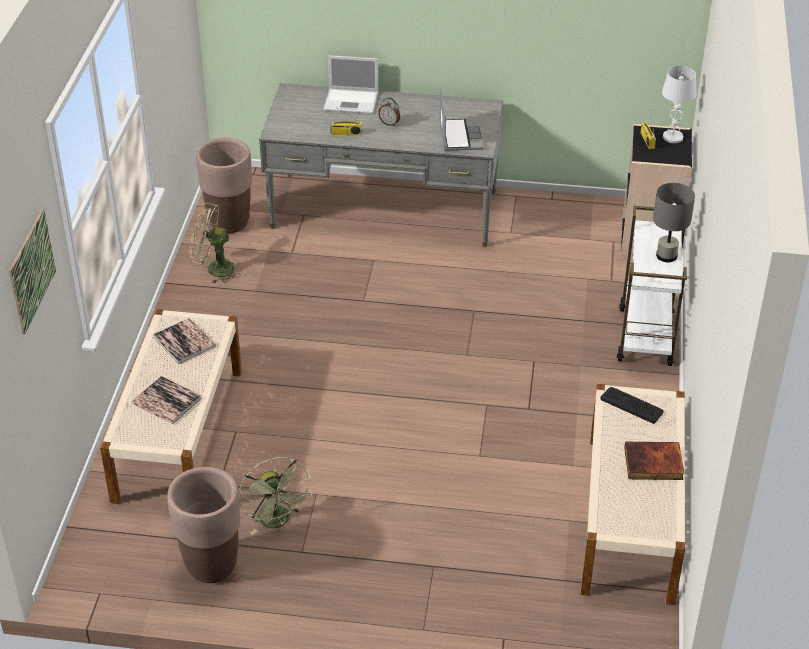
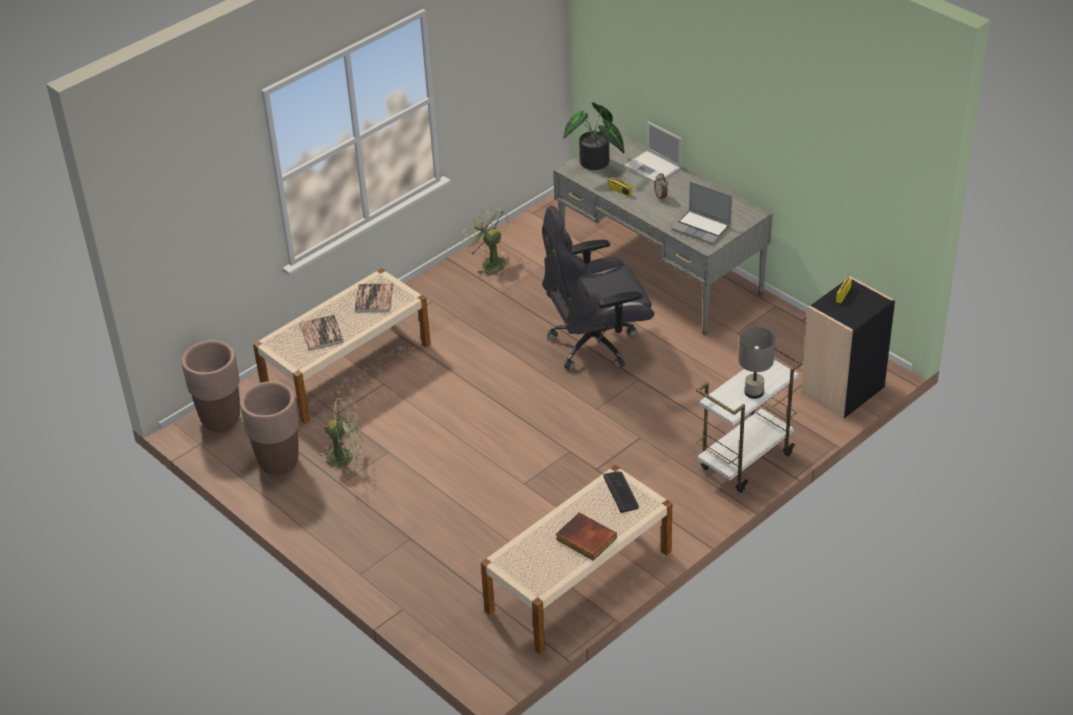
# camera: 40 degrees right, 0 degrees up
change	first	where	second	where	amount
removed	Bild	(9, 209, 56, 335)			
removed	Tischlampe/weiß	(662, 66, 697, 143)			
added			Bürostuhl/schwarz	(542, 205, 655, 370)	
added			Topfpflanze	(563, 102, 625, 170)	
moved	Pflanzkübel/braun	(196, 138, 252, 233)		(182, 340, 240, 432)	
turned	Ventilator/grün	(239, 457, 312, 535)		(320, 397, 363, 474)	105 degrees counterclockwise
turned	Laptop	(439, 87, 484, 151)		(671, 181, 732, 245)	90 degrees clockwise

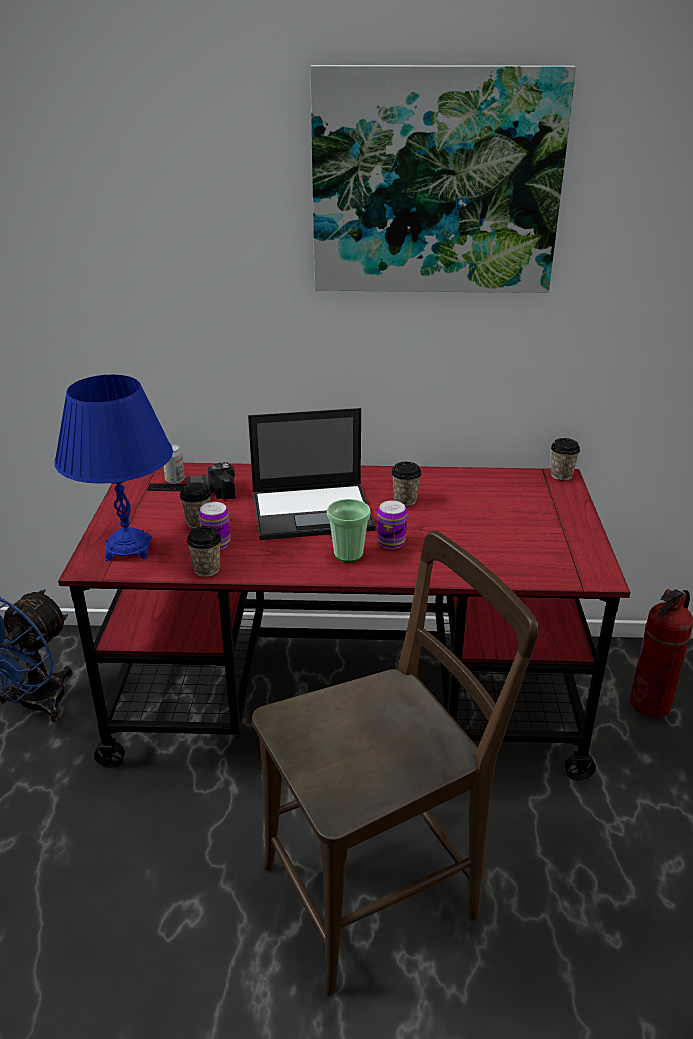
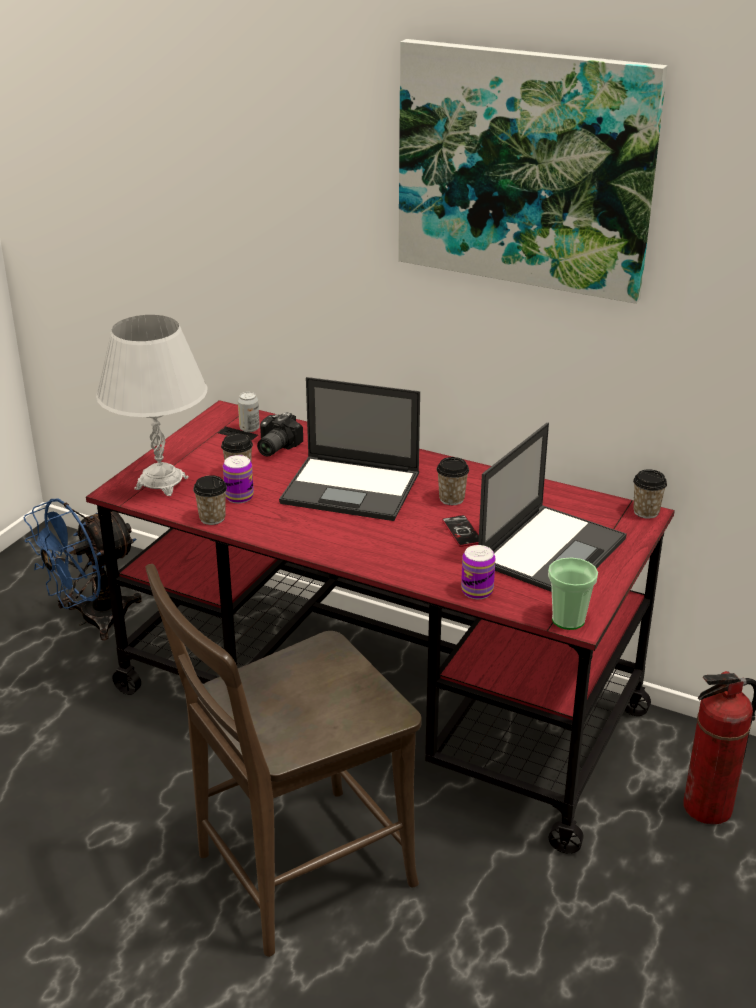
# camera: 25 degrees right, 0 degrees up
change	first	where	second	where	amount
added			Handy	(442, 515, 479, 547)	
added			Laptop	(478, 423, 627, 592)	
moved	Tasse	(327, 499, 371, 562)		(548, 557, 598, 630)	
moved	Dose	(377, 501, 407, 549)		(461, 545, 496, 599)	
recoloured	Tischlampe/blau	(54, 375, 173, 561)	Tischlampe/weiß	(96, 315, 208, 496)	
turned	Kamera	(186, 462, 236, 499)		(257, 412, 303, 457)	75 degrees counterclockwise
turned	Stuhl/braun	(252, 531, 539, 995)		(146, 564, 422, 957)	150 degrees clockwise

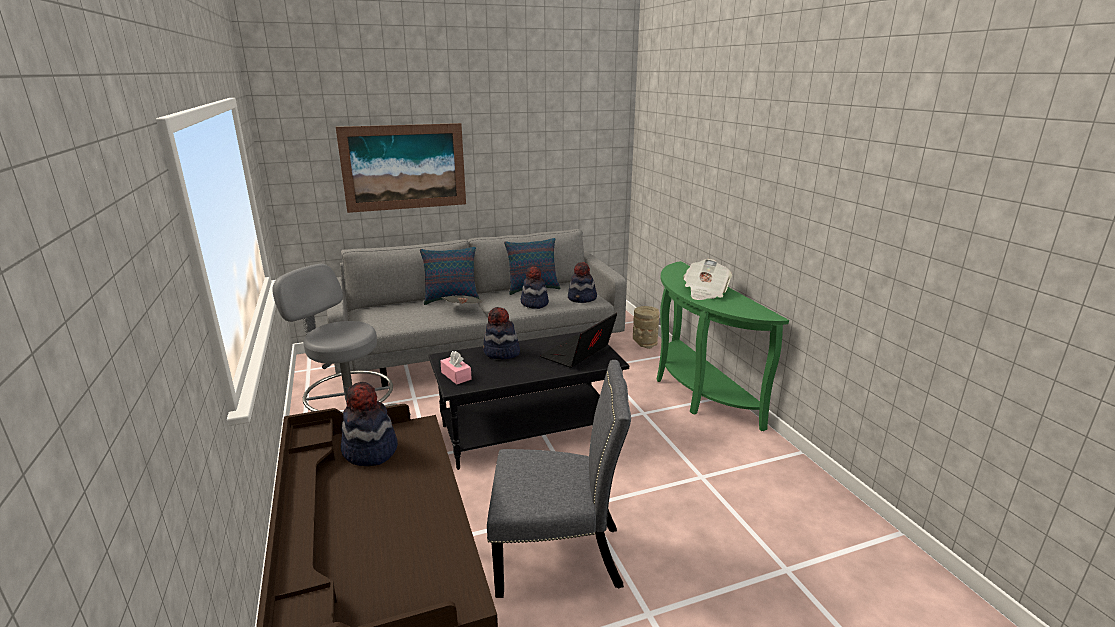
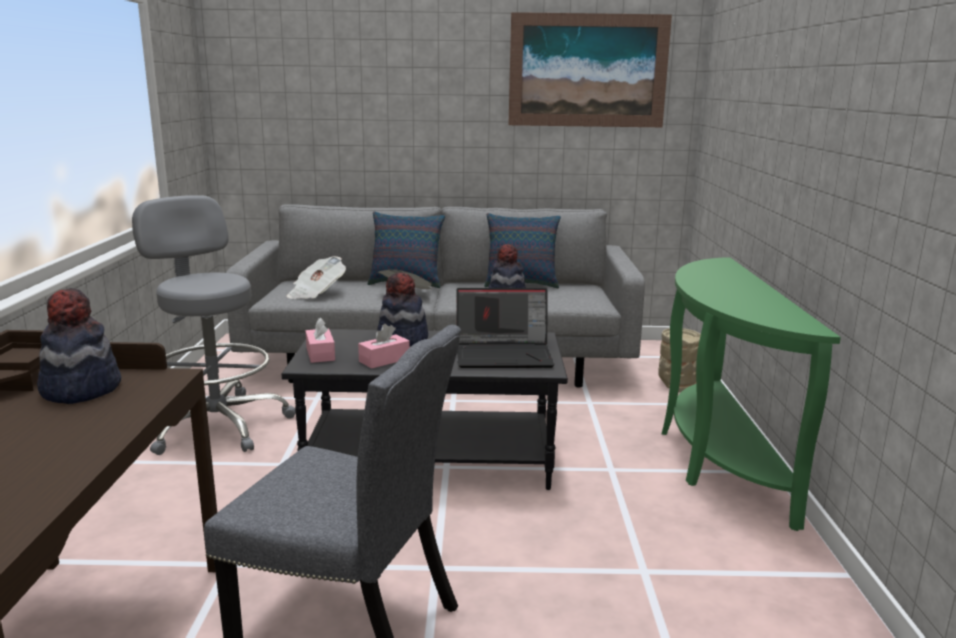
# camera: 20 degrees right, 5 degrees down
change	first	where	second	where	amount
removed	Hut	(568, 262, 597, 303)			
added			Taschentuchbox/rosa	(358, 324, 410, 368)	
moved	Bild	(336, 123, 466, 213)		(509, 12, 672, 127)	
moved	Zeitung	(683, 259, 732, 300)		(287, 256, 346, 299)	
turned	Laptop	(540, 313, 617, 368)		(456, 288, 554, 368)	150 degrees counterclockwise

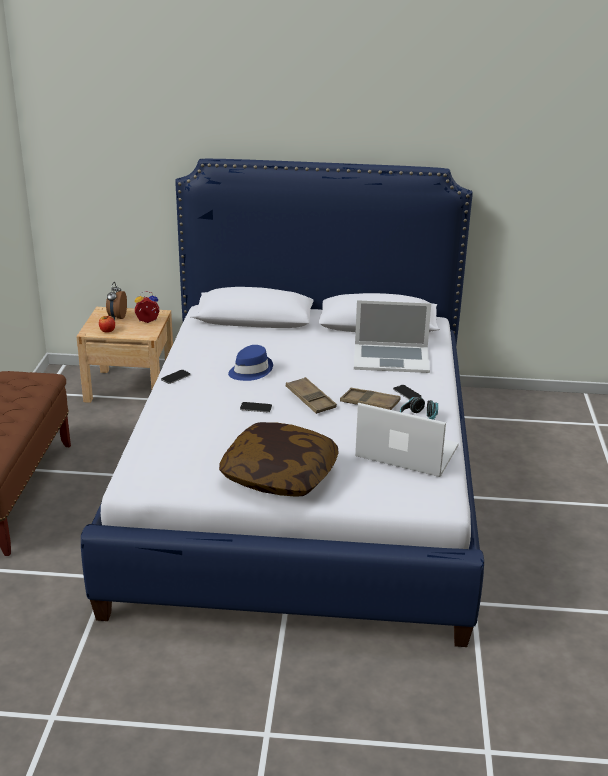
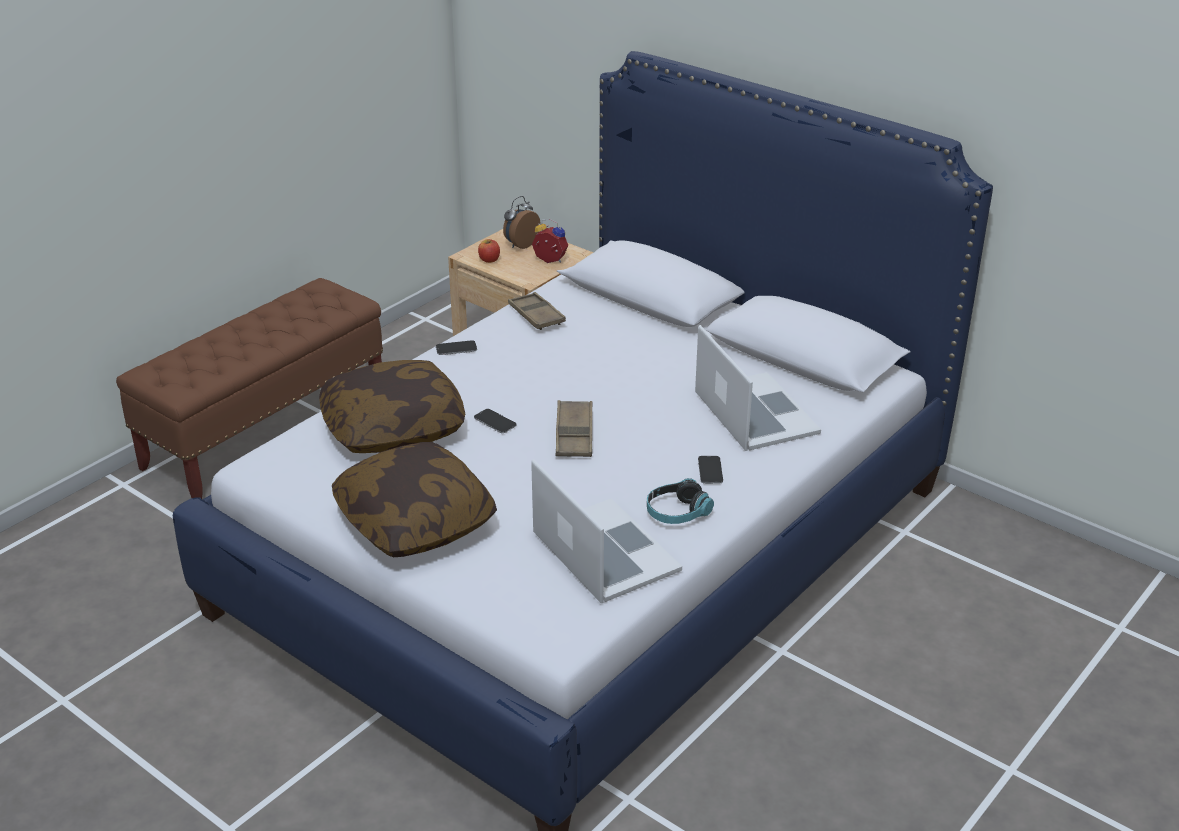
# camera: 35 degrees right, 5 degrees up
change	first	where	second	where	amount
removed	Hut/blau	(228, 345, 273, 381)			
added			Kissen	(319, 360, 465, 453)	
moved	Tablett/braun	(340, 388, 401, 410)		(508, 292, 566, 330)	
turned	Laptop	(354, 300, 431, 373)		(695, 325, 821, 451)	150 degrees counterclockwise

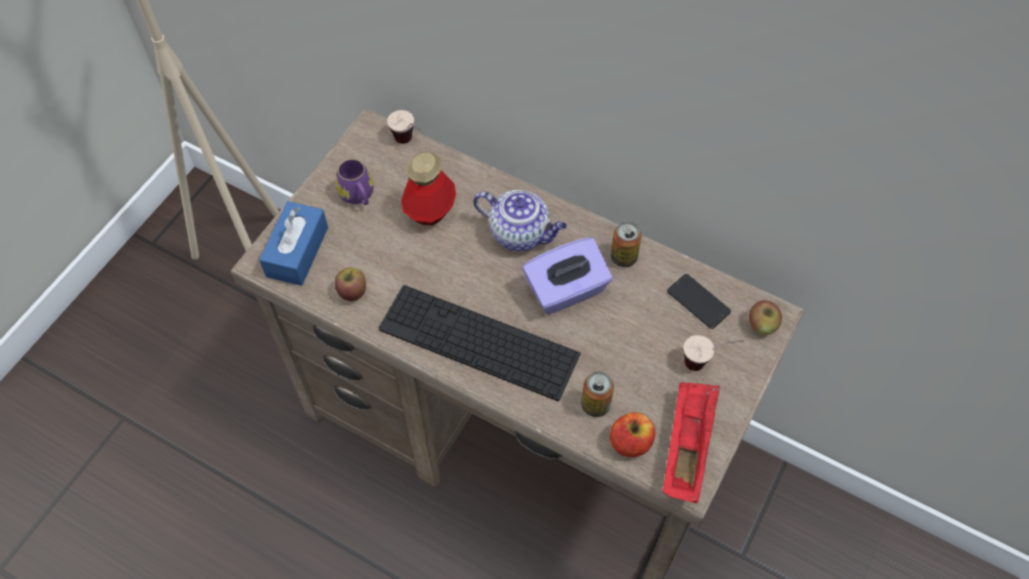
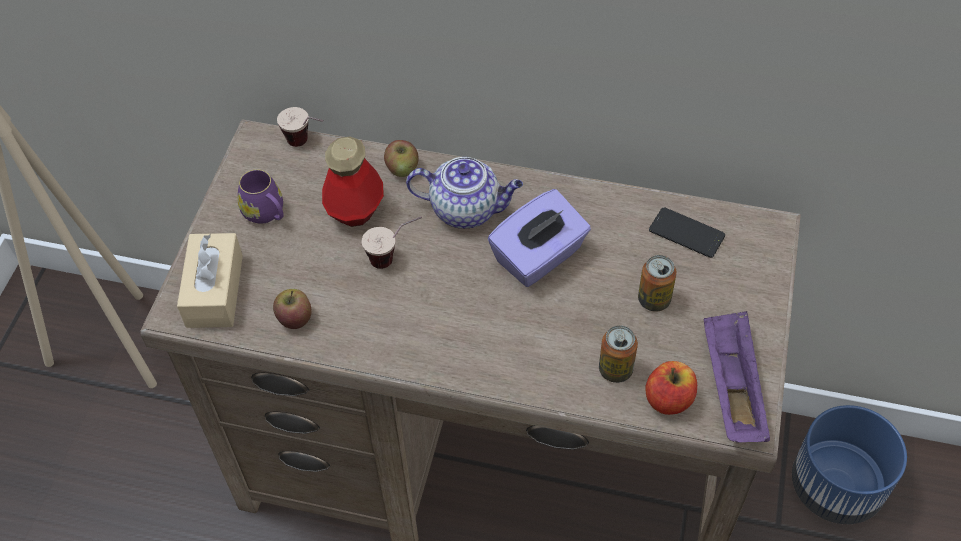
# camera: 15 degrees left, 5 degrees down
change	first	where	second	where	amount
removed	Tastatur	(379, 285, 581, 401)			
added			Pflanzkübel/blau	(792, 405, 907, 524)	
moved	Dose	(611, 222, 642, 267)		(638, 255, 677, 311)	
moved	Tasse	(684, 335, 744, 371)		(362, 217, 422, 269)	
moved	Apfel	(749, 300, 782, 335)		(384, 140, 419, 177)	
recoloured	Taschentuchbox/blau	(259, 201, 328, 286)	Taschentuchbox/beige	(177, 233, 243, 328)	
recoloured	Tablett/rot	(663, 382, 720, 503)	Tablett/lila	(704, 311, 770, 442)	

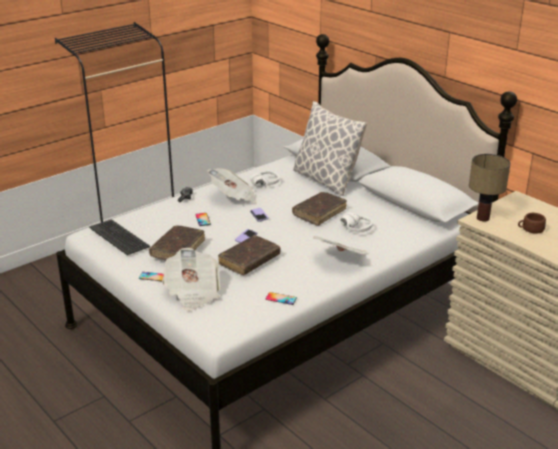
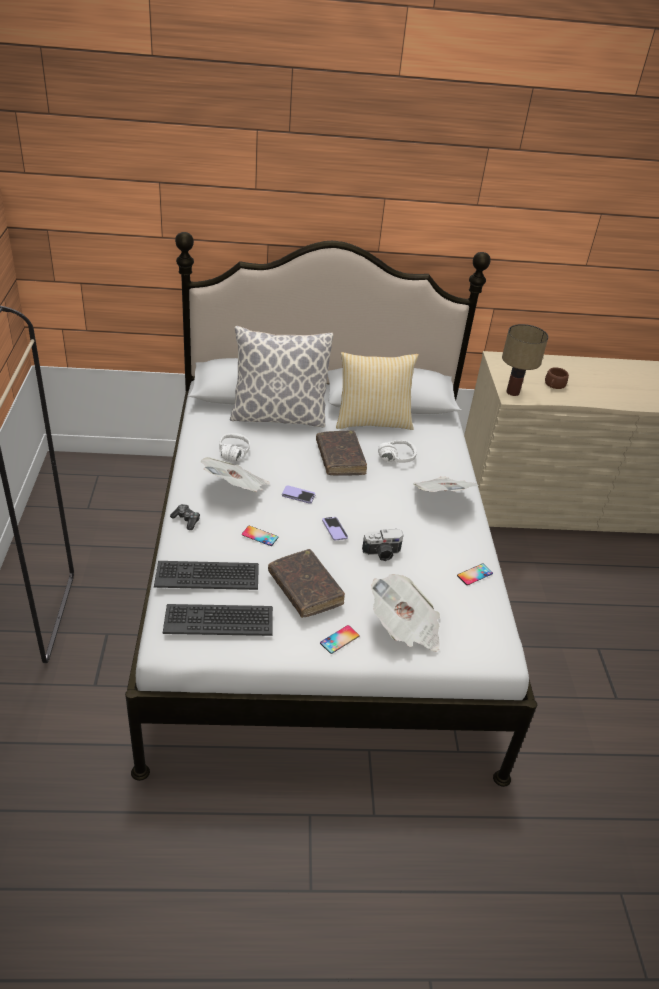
# camera: 55 degrees left, 10 degrees up
change	first	where	second	where	amount
added			Tastatur	(154, 561, 259, 590)	
added			Kissen	(336, 352, 419, 430)	
replaced	Buch/braun	(218, 235, 280, 275)	Kamera	(362, 529, 404, 561)	

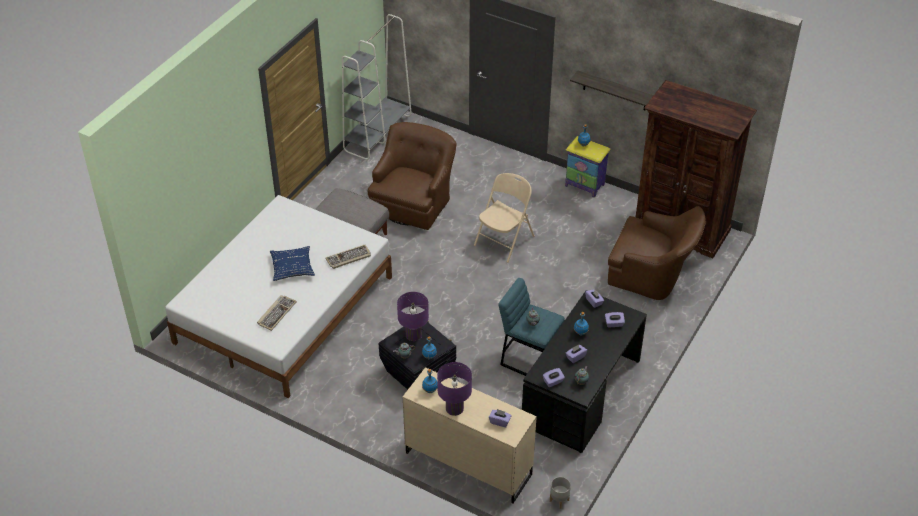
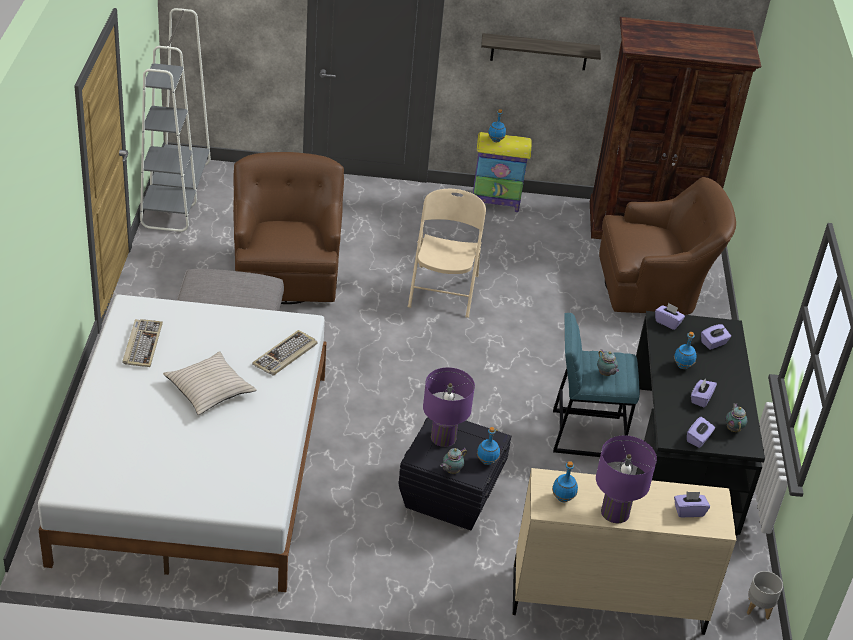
# camera: 30 degrees left, 5 degrees down
change	first	where	second	where	amount
moved	Tastatur	(257, 295, 297, 331)		(122, 319, 163, 367)	
recoloured	Kissen/blau	(270, 246, 315, 281)	Kissen/beige	(163, 351, 257, 415)	

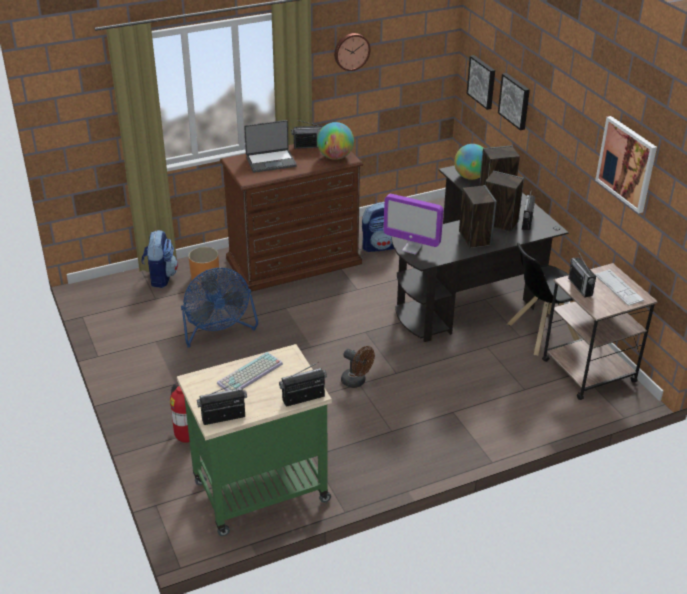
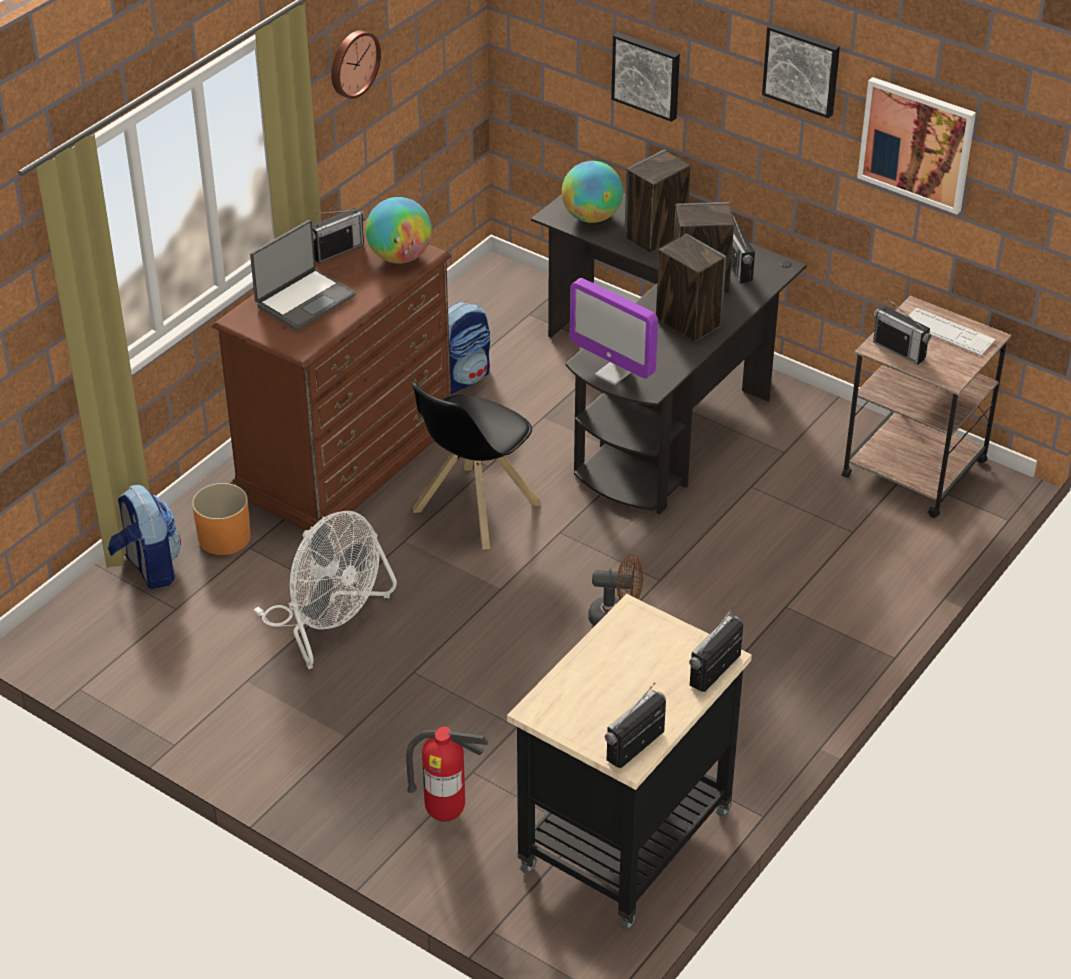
# camera: 30 degrees left, 5 degrees up
change	first	where	second	where	amount
removed	Tastatur	(217, 352, 283, 391)			
moved	Bild	(467, 55, 495, 110)		(762, 23, 840, 118)	
moved	Stuhl/schwarz	(507, 243, 580, 356)		(412, 383, 541, 550)	
recoloured	Rollwagen/grün	(177, 344, 332, 536)	Rollwagen/schwarz	(507, 594, 752, 931)	
recoloured	Ventilator/blau	(181, 268, 258, 348)	Ventilator/weiß	(254, 511, 397, 669)	
turned	Monitor	(383, 194, 443, 255)		(570, 278, 658, 385)	45 degrees clockwise

